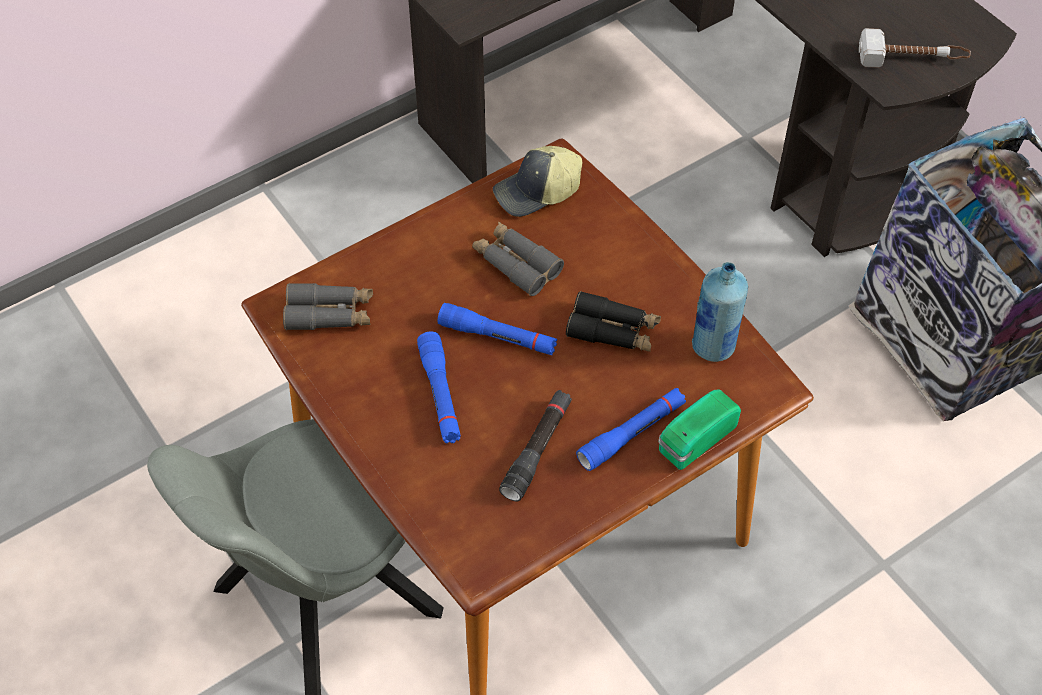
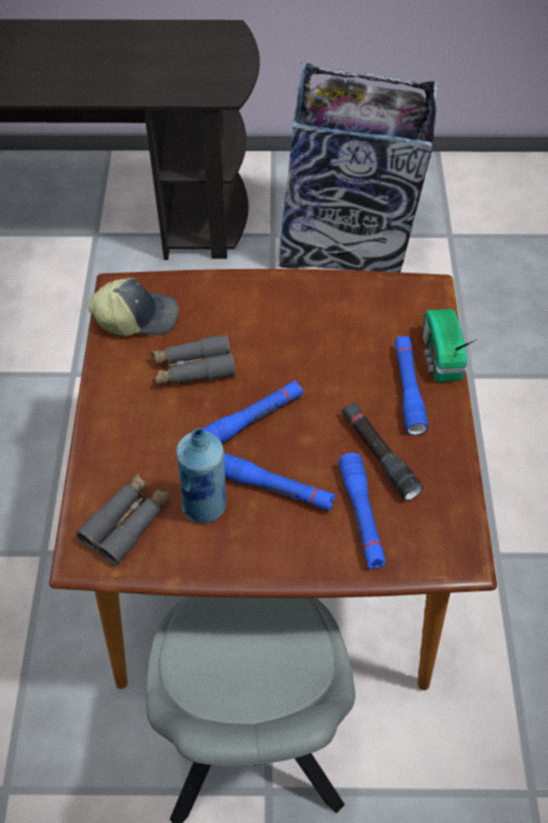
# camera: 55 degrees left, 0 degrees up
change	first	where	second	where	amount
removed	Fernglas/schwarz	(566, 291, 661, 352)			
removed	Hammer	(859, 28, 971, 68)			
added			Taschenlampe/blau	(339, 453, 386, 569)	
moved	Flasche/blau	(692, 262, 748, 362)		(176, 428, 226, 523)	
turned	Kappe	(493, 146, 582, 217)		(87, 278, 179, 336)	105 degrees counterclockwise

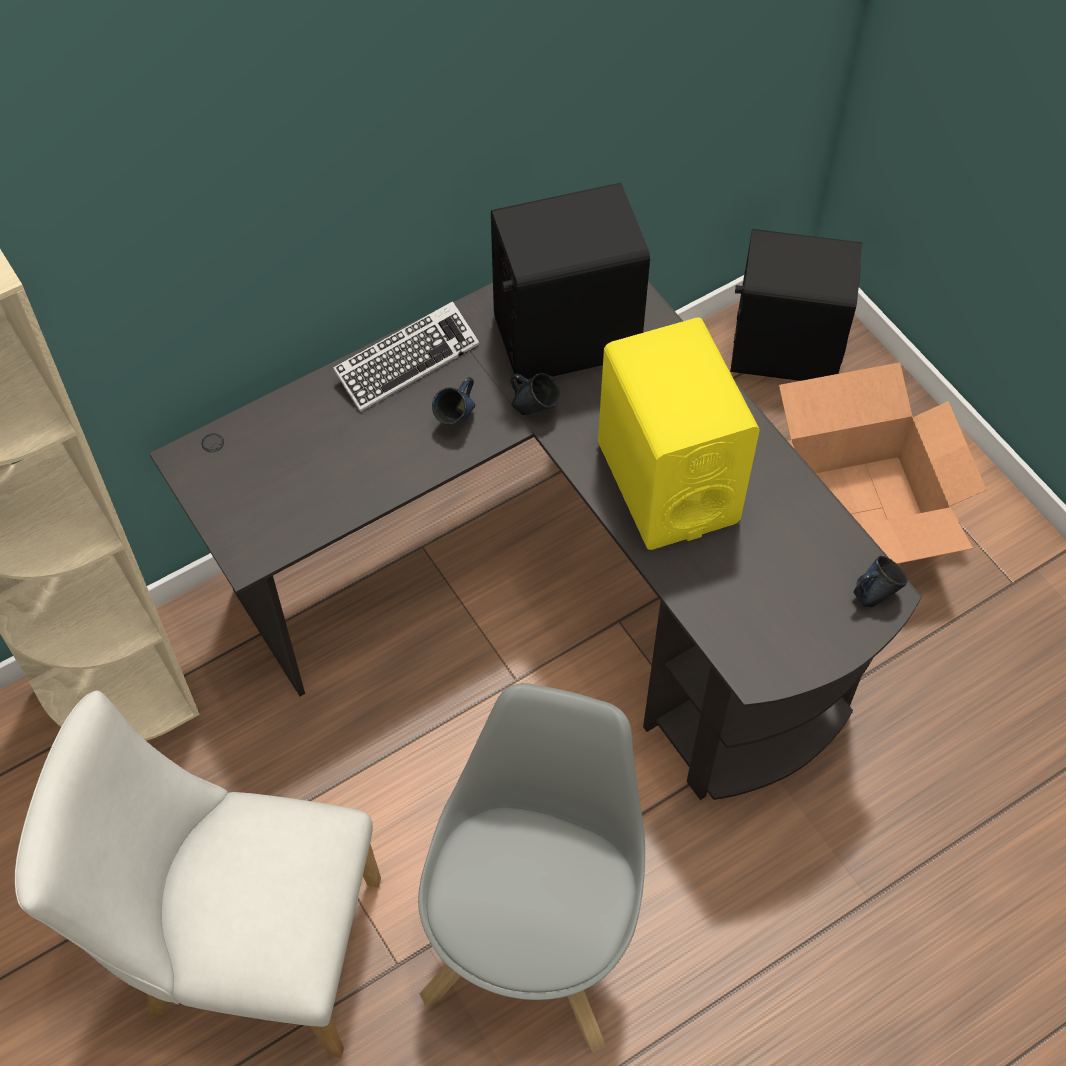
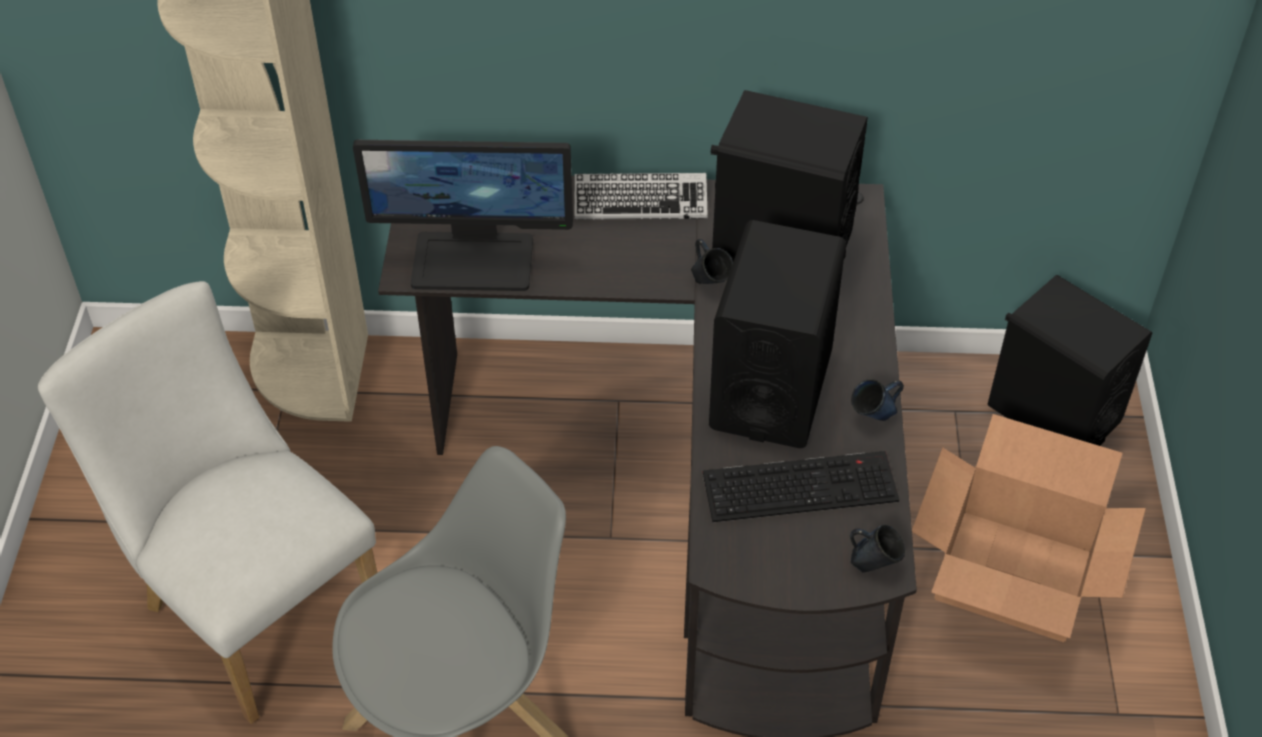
# camera: 35 degrees right, 10 degrees down
change	first	where	second	where	amount
added			Monitor	(353, 140, 573, 291)	
added			Tastatur	(703, 451, 899, 522)	
moved	Henkelbecher/blau	(432, 377, 475, 425)		(851, 379, 904, 421)	
recoloured	Lautsprecher/gelb	(598, 317, 760, 550)	Lautsprecher/schwarz	(709, 220, 846, 448)	

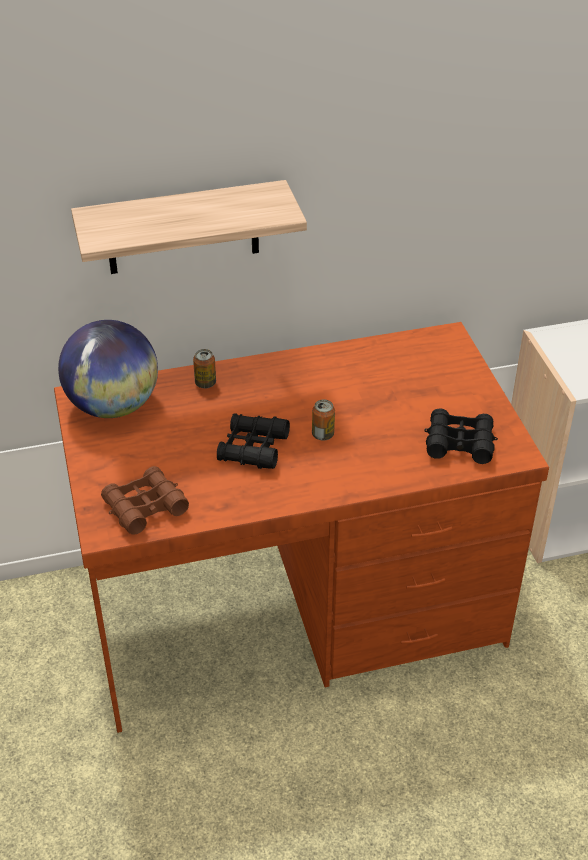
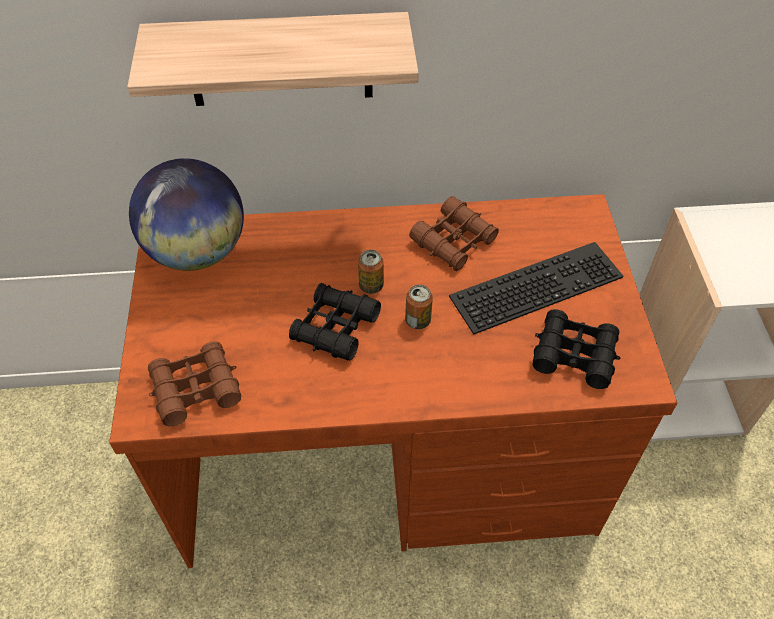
# camera: 10 degrees right, 10 degrees up
change	first	where	second	where	amount
added			Fernglas/braun	(409, 196, 499, 271)	
added			Tastatur	(449, 242, 624, 335)	
moved	Dose	(193, 349, 216, 388)		(358, 250, 384, 294)	

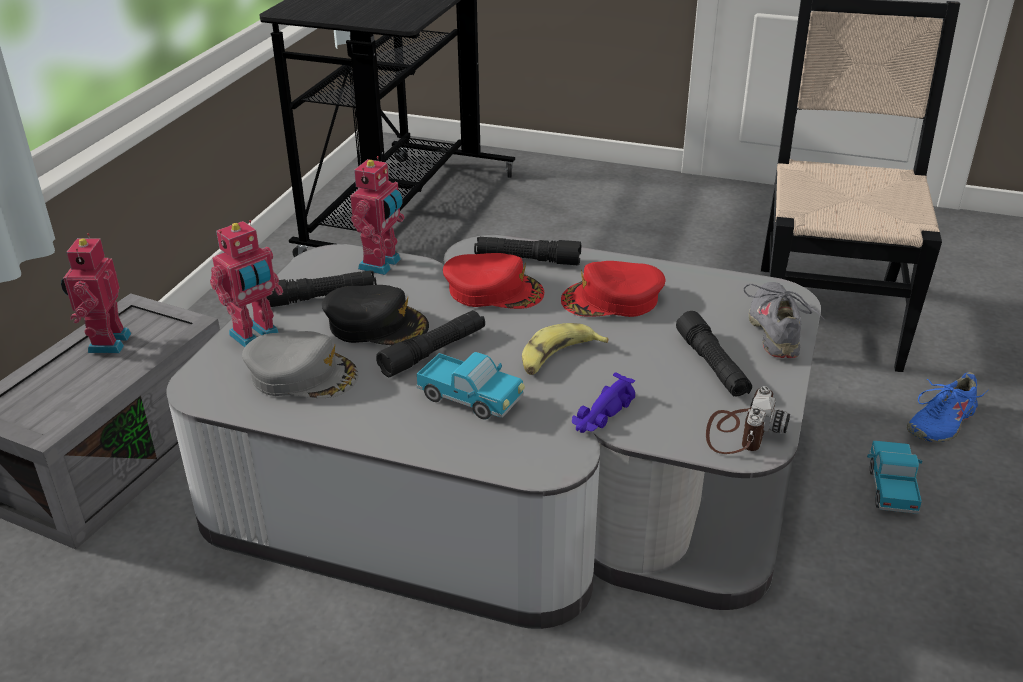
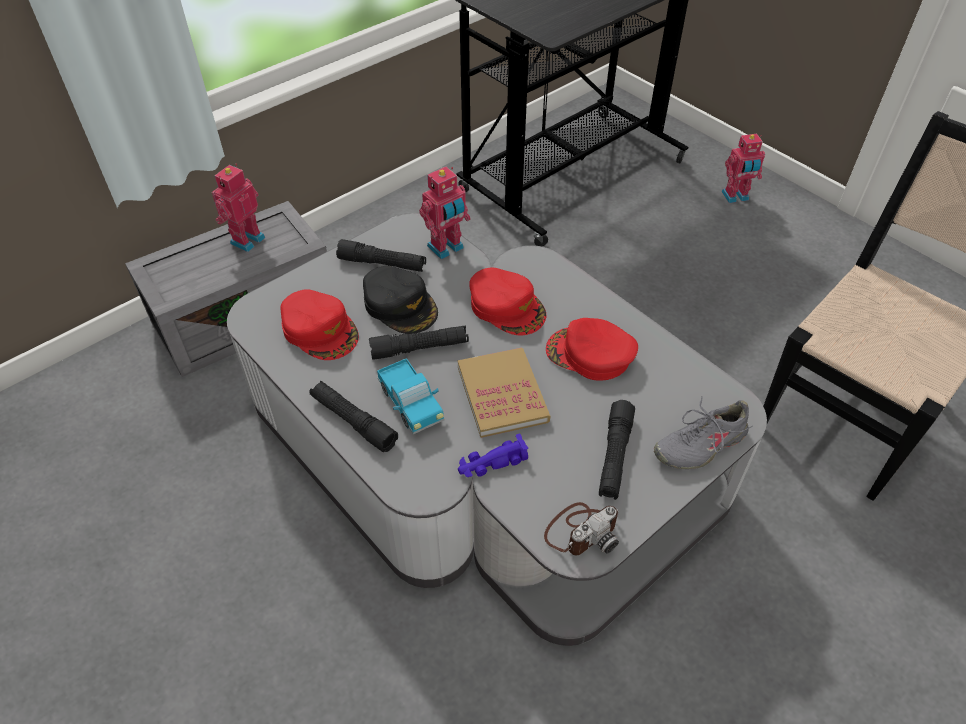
# camera: 30 degrees right, 15 degrees up
change	first	where	second	where	amount
removed	Spielzeuglaster	(867, 441, 923, 514)			
removed	Schuh/blau	(907, 372, 988, 442)			
moved	Spielzeugroboter	(210, 220, 283, 348)		(721, 134, 765, 203)	
moved	Taschenlampe/schwarz	(474, 237, 581, 265)		(309, 381, 398, 452)	
replaced	Banane	(522, 323, 608, 375)	Buch	(458, 348, 550, 438)	
recoloured	Kappe/grau	(242, 331, 359, 398)	Kappe/rot	(281, 289, 359, 360)	
turned	Schuh/grau	(743, 282, 825, 358)		(654, 396, 753, 469)	150 degrees counterclockwise

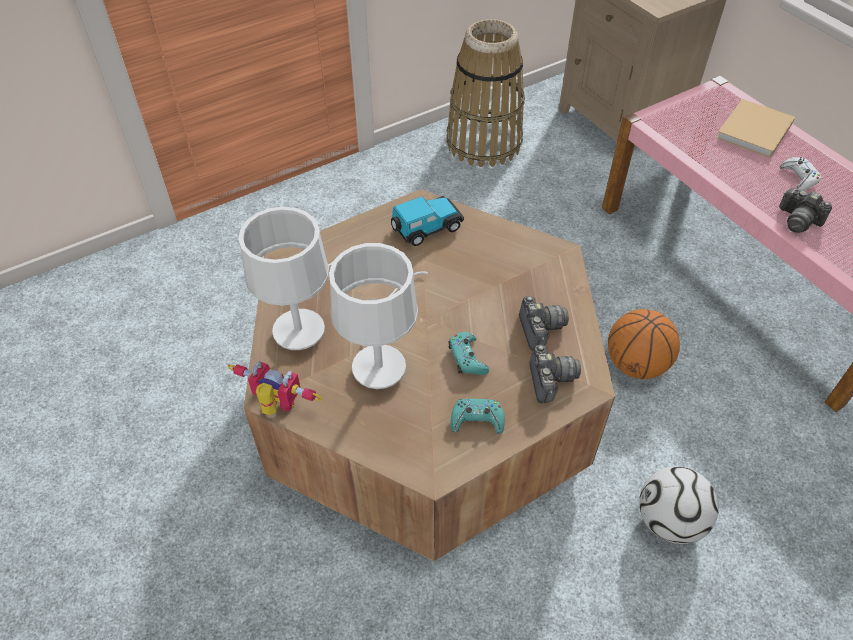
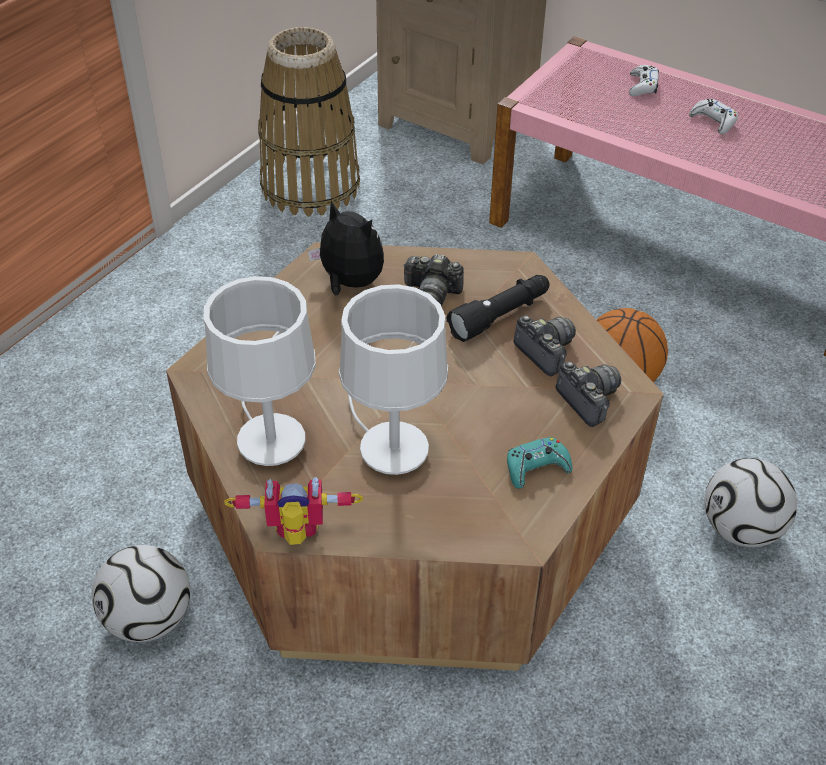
# camera: 25 degrees left, 5 degrees down
change	first	where	second	where	amount
removed	Gamepad/türkis	(448, 332, 489, 375)			
added			Fußball	(92, 545, 190, 642)	
added			Taschenlampe/schwarz	(447, 275, 550, 342)	
moved	Kamera	(779, 188, 832, 233)		(403, 254, 464, 306)	
replaced	Spielzeugauto	(391, 196, 464, 246)	Plüschtier	(308, 200, 384, 295)	
replaced	Buch/beige	(716, 99, 795, 158)	Gamepad/weiß	(629, 65, 659, 96)	

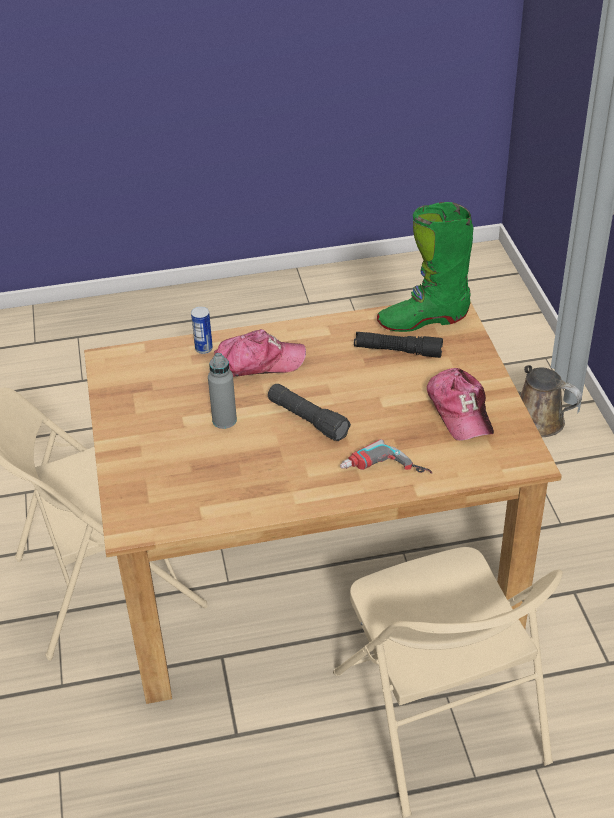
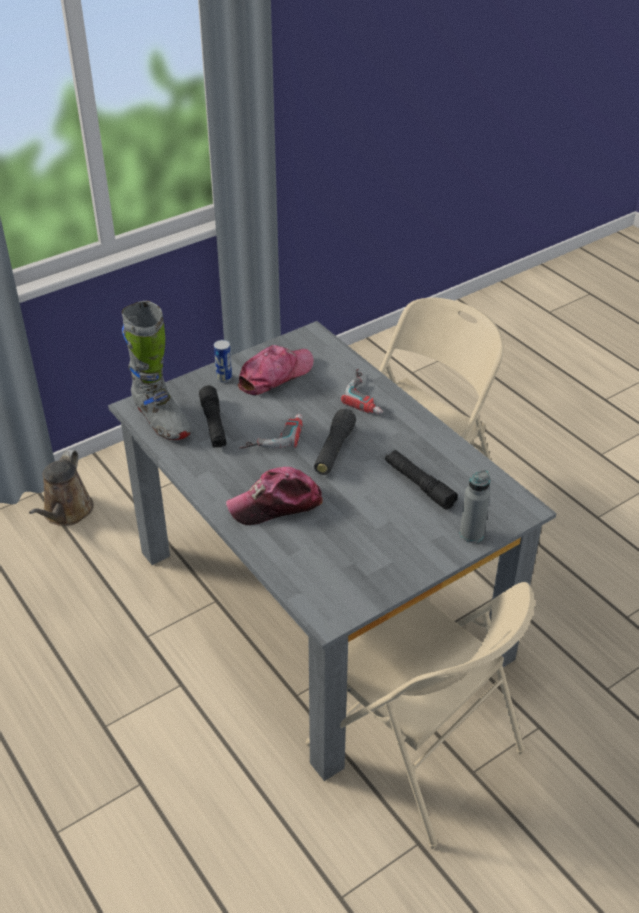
# camera: 115 degrees left, 0 degrees up
change	first	where	second	where	amount
added			Bohrmaschine	(240, 414, 303, 449)	
added			Taschenlampe/schwarz	(385, 450, 458, 510)	
moved	Dose	(191, 307, 213, 354)		(214, 340, 232, 383)	
moved	Flasche/grau	(208, 353, 237, 429)		(460, 470, 490, 543)	
recoloured	Esstisch/braun	(84, 301, 562, 704)	Esstisch/grau	(108, 321, 556, 781)	
recoloured	Stiefel/grün	(377, 202, 474, 332)	Stiefel/grau	(122, 301, 191, 440)	
turned	Kappe	(212, 329, 306, 377)		(226, 467, 323, 525)	75 degrees counterclockwise

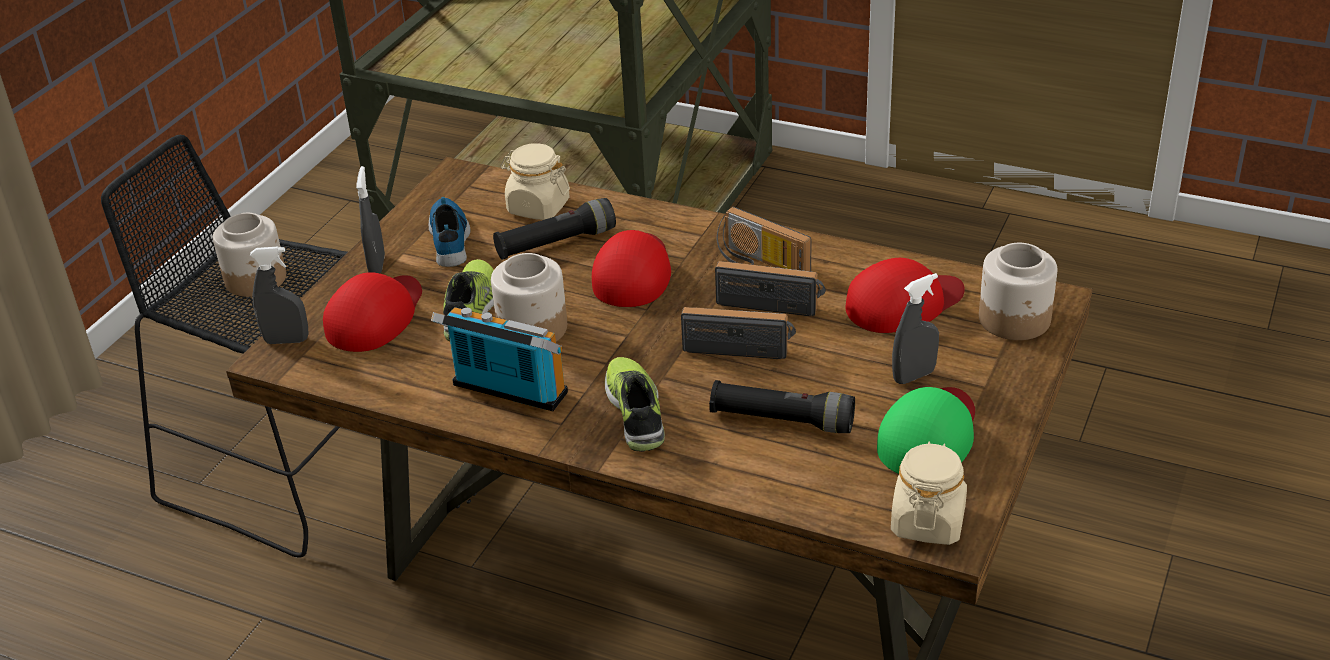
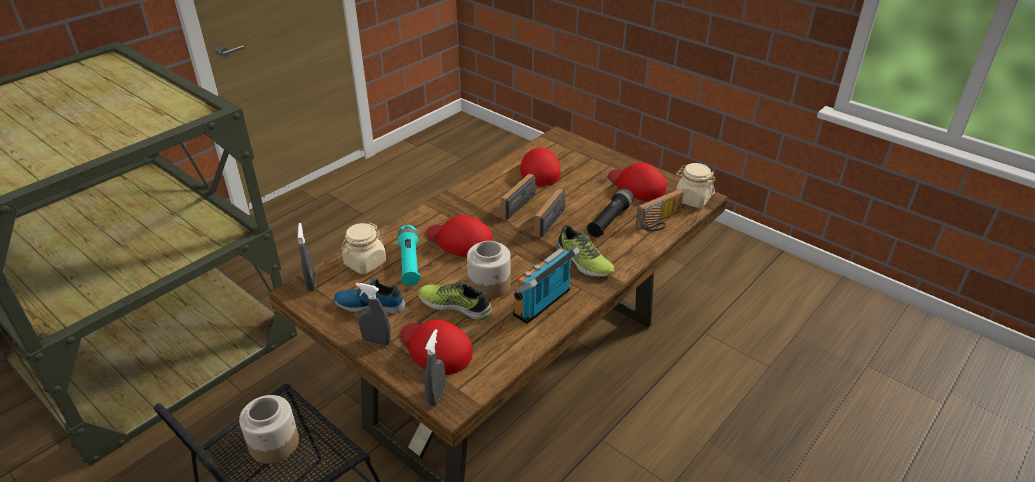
# camera: 75 degrees left, 0 degrees up
change	first	where	second	where	amount
removed	Vorratsglas	(979, 243, 1057, 340)			
moved	Radio	(717, 207, 812, 271)		(636, 189, 684, 232)	
moved	Sprühflasche/grau	(892, 273, 939, 384)		(298, 223, 315, 291)	
recoloured	Taschenlampe/schwarz	(493, 198, 616, 260)	Taschenlampe/türkis	(397, 225, 421, 286)	
recoloured	Kappe/grün	(877, 387, 975, 474)	Kappe/rot	(608, 163, 667, 201)	
turned	Schuh	(605, 357, 665, 452)		(556, 225, 615, 277)	135 degrees counterclockwise

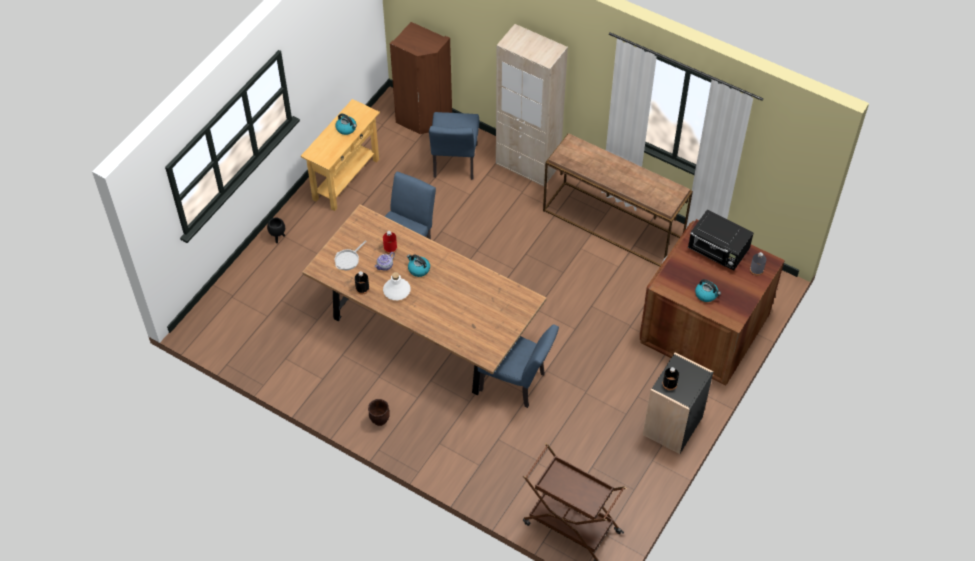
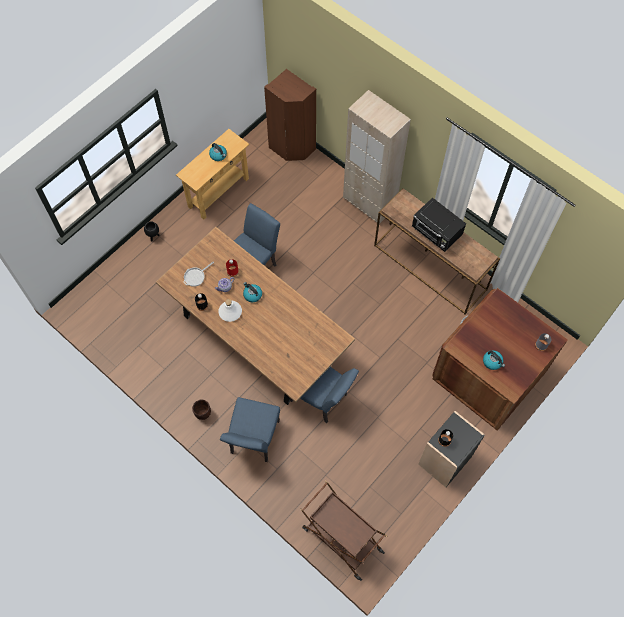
# camera: 10 degrees right, 10 degrees up
change	first	where	second	where	amount
moved	Stuhl/blau	(429, 112, 479, 180)		(220, 397, 280, 462)	
moved	Mikrowelle/schwarz	(688, 210, 754, 271)		(412, 197, 466, 252)	

